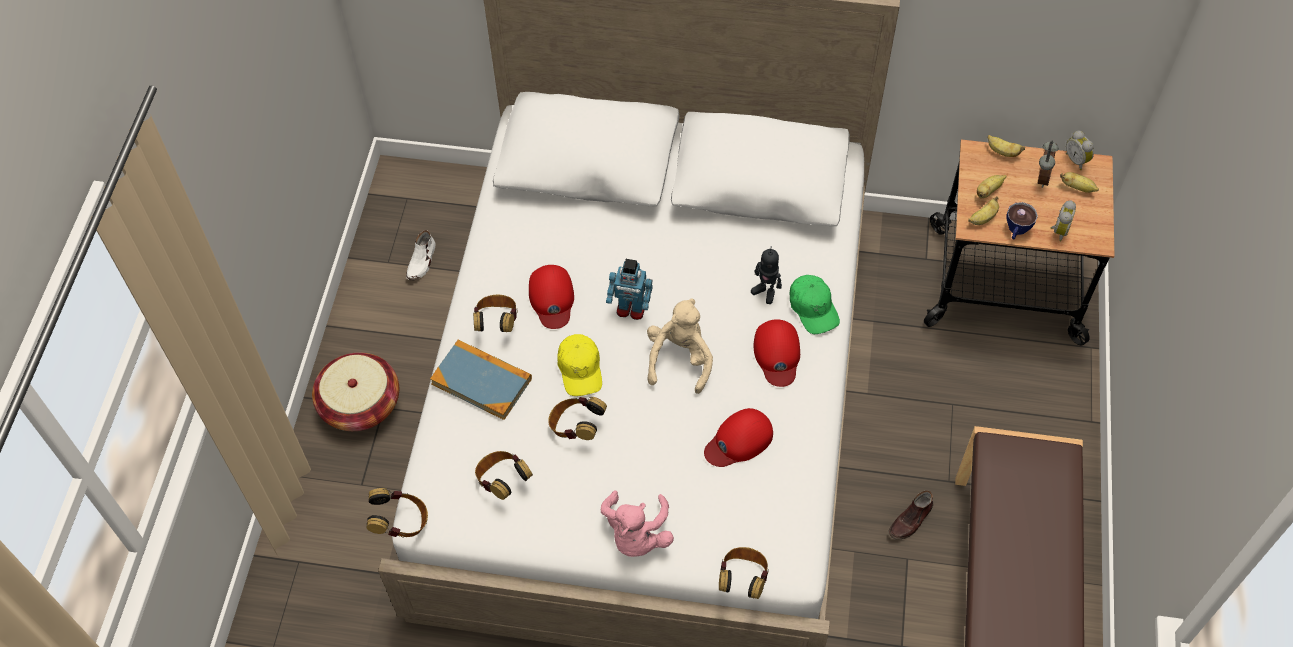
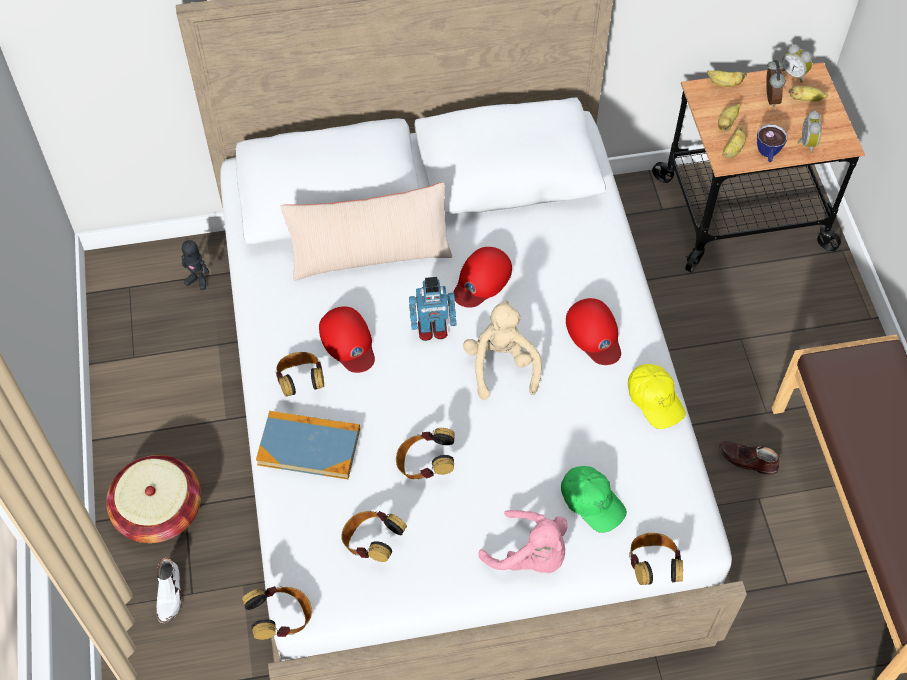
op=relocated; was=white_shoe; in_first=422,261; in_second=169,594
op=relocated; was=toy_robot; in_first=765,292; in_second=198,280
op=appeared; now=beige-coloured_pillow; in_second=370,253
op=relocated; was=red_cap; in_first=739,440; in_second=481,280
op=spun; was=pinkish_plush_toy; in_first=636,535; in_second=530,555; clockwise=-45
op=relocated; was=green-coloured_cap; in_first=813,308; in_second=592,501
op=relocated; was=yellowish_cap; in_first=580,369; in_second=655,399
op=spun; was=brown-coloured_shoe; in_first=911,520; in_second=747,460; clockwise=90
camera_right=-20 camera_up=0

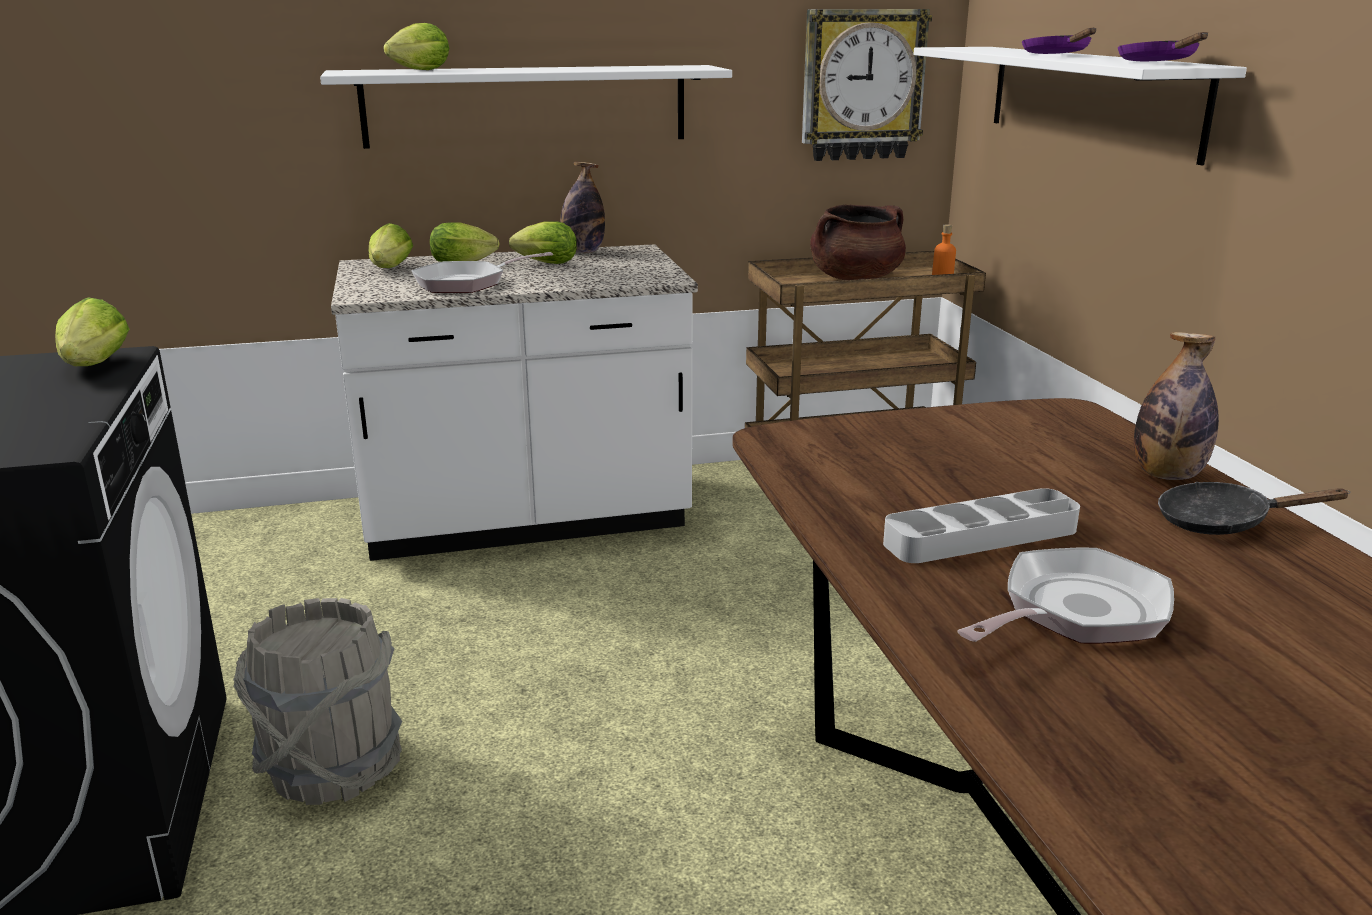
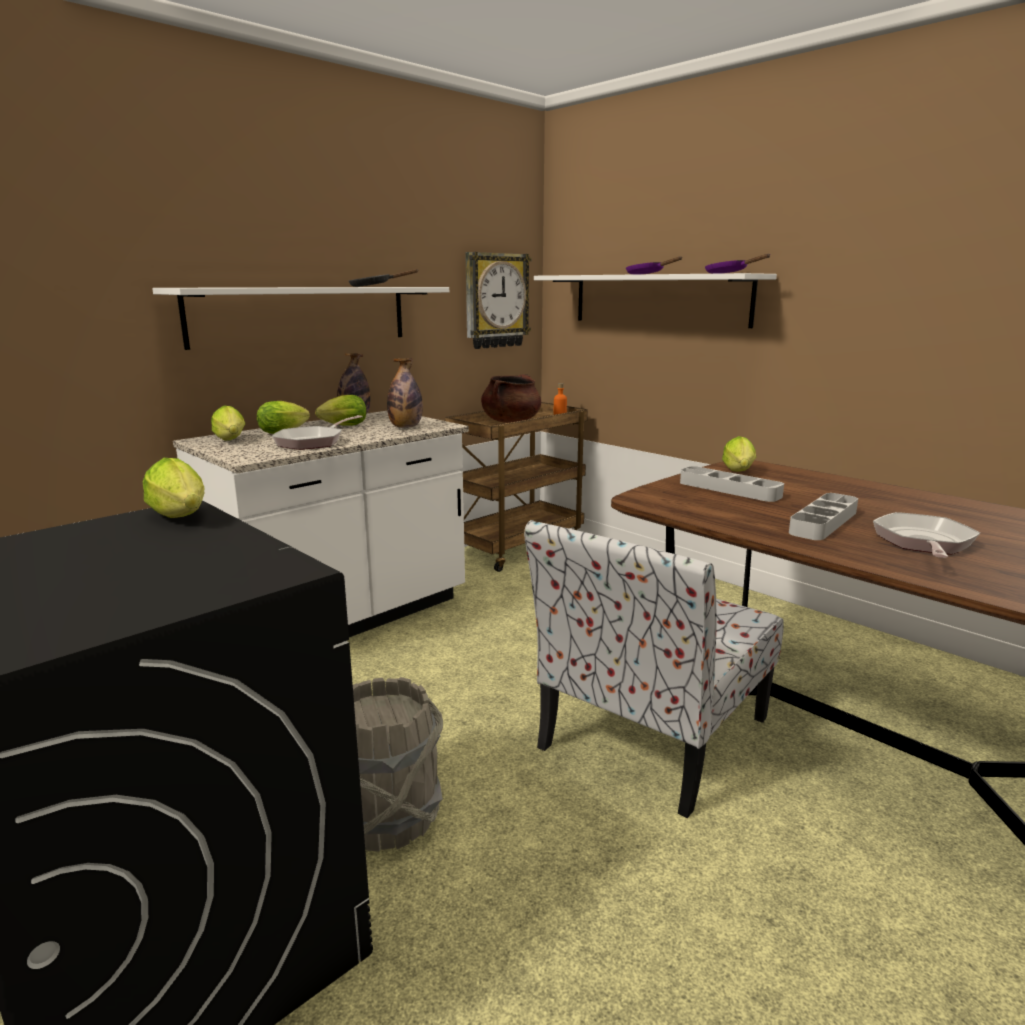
op=relocated; was=black-coloured_pan; in_first=1222,522; in_second=374,286
op=relocated; was=drink_bottle; in_first=1167,475; in_second=405,427
op=appeared; now=upright_chair; in_second=651,735
op=appeared; now=grey_serving_tray; in_second=729,489
op=relocated; was=lettuce_head; in_first=417,70; in_second=739,472
camera_right=-30 camera_up=-5

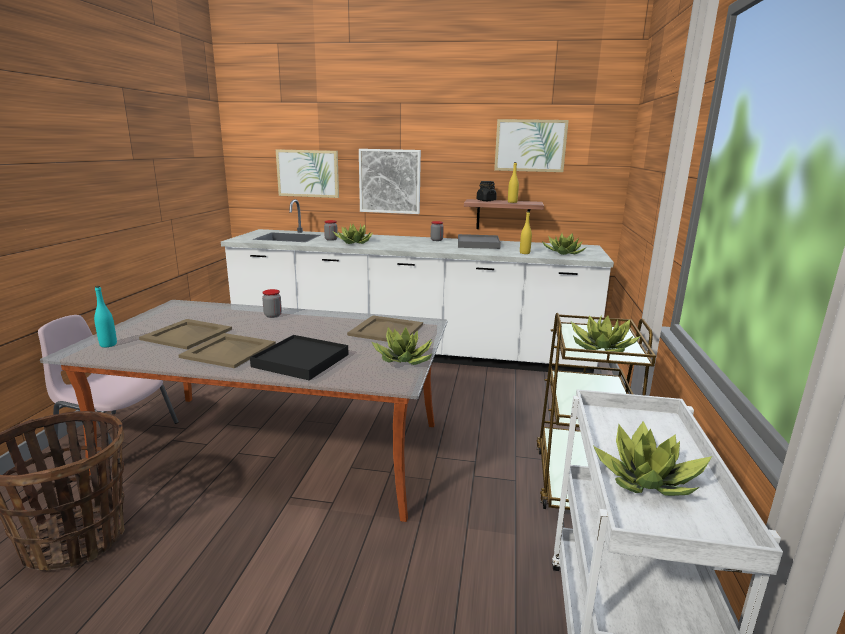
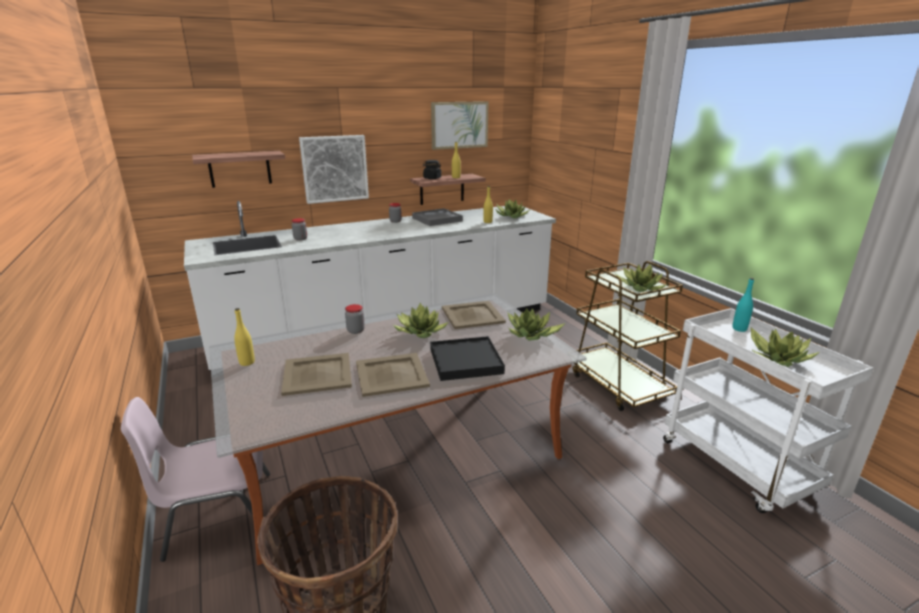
op=exchanged; was=picture; now=shelf; in_first=308,173; in_second=240,169
op=appeared; now=yellowish_drink_bottle; in_second=247,362
op=relocated; was=potted_plant; in_first=353,242; in_second=420,332
op=relocated; was=turquoise_drink_bottle; in_first=108,345; in_second=739,329
camera_right=-35 camera_up=5

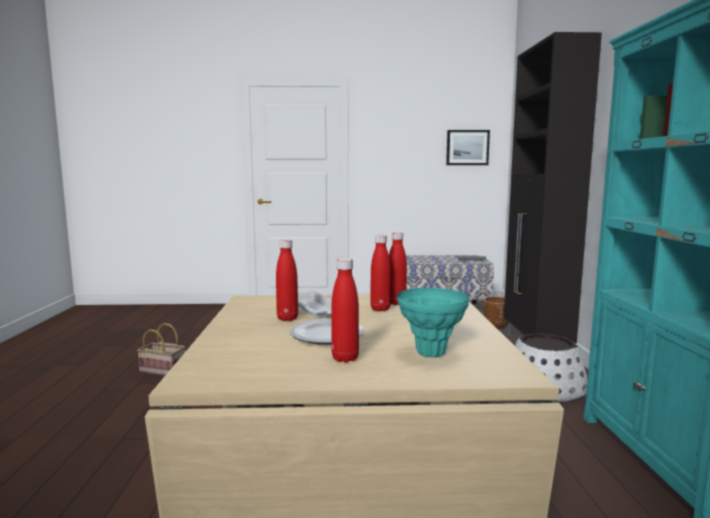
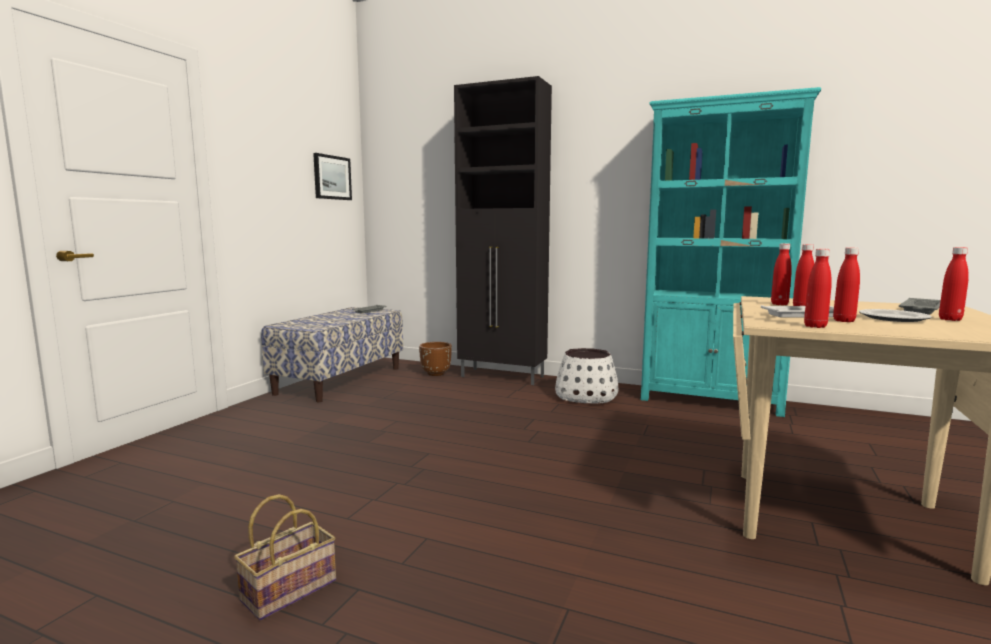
op=appeared; now=red_drink_bottle; in_second=815,326
op=exchanged; was=turquoise_flower_vase; now=grey_serving_tray; in_first=431,353; in_second=921,310
camera_right=-65 camera_up=0

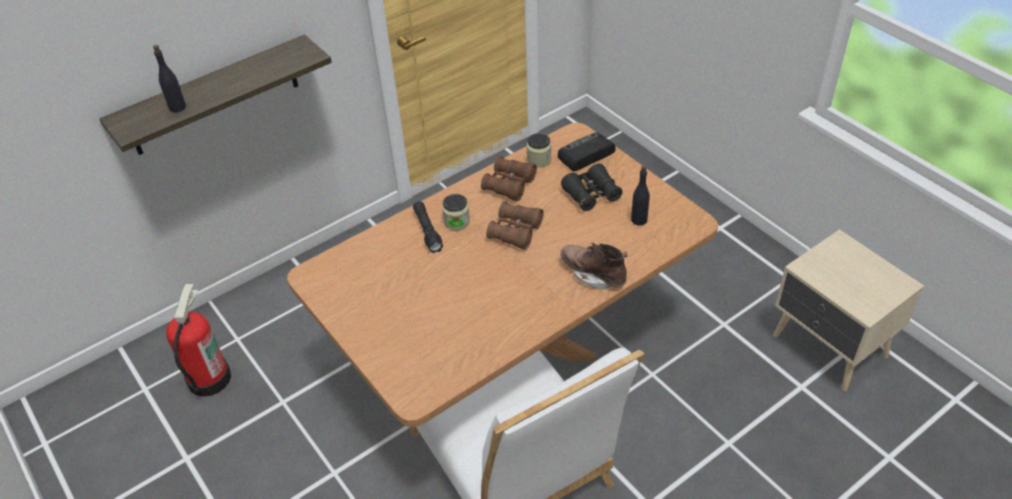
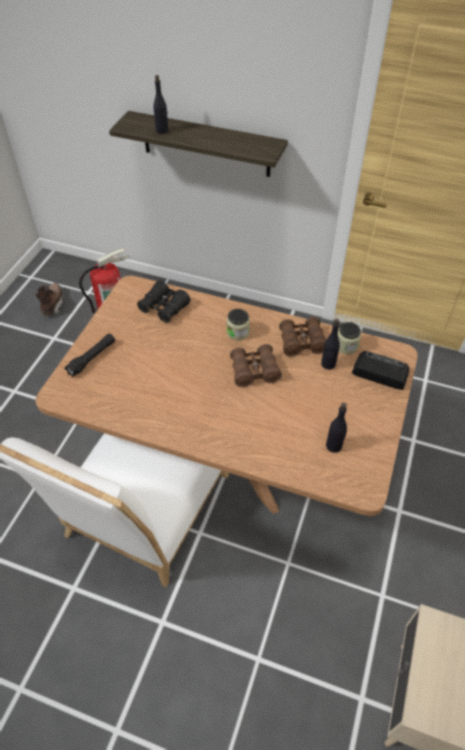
op=relocated; was=brown-coloured_tall_boot; in_first=593,274; in_second=52,304
op=relocated; was=black-coloured_torch; in_first=427,231; in_second=92,358
op=relocated; was=black-coloured_binoculars; in_first=591,194; in_second=164,307
op=appeared; now=black-coloured_drink_bottle; in_second=328,364
camera_right=55 camera_up=5

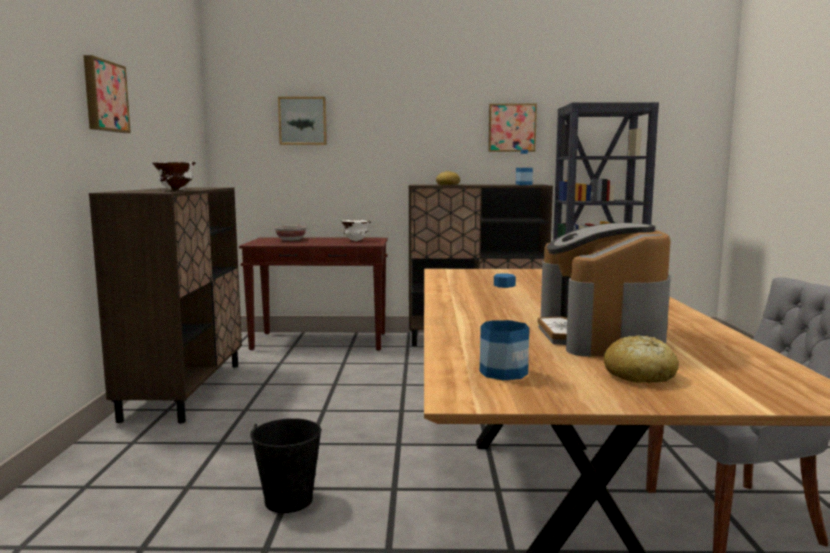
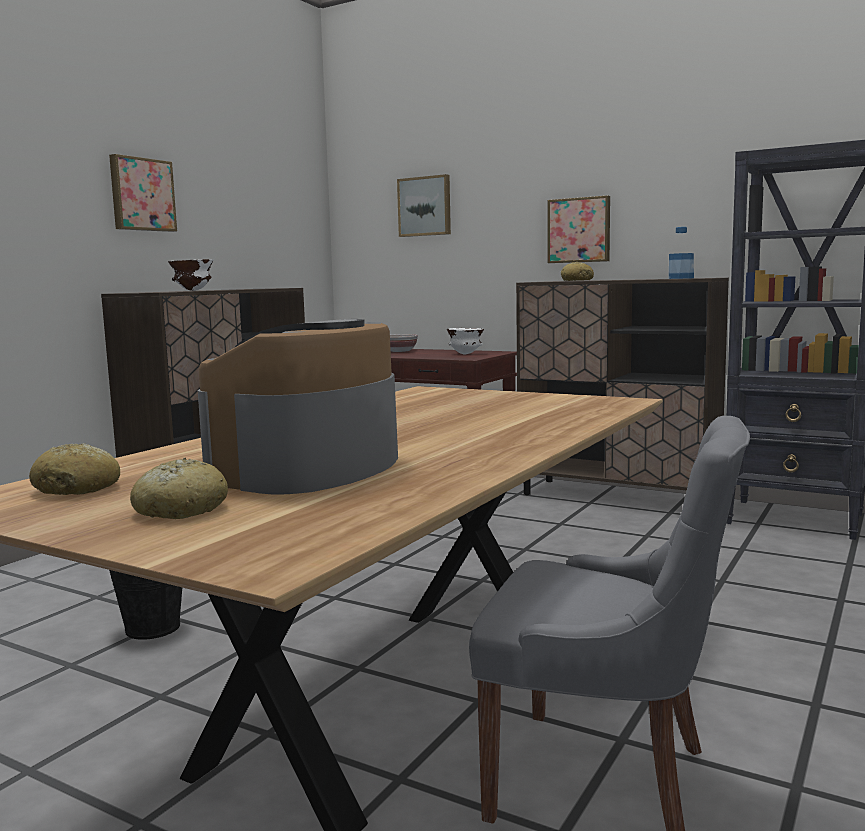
op=exchanged; was=drink_bottle; now=bakery_bread; in_first=503,372; in_second=78,488
op=relocated; was=picture; in_first=511,128; in_second=579,230
camera_right=30 camera_up=0

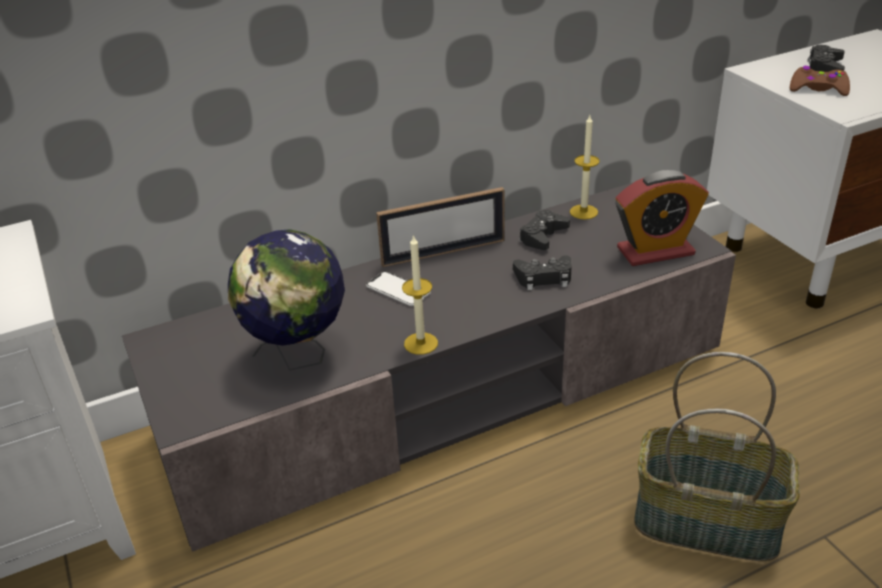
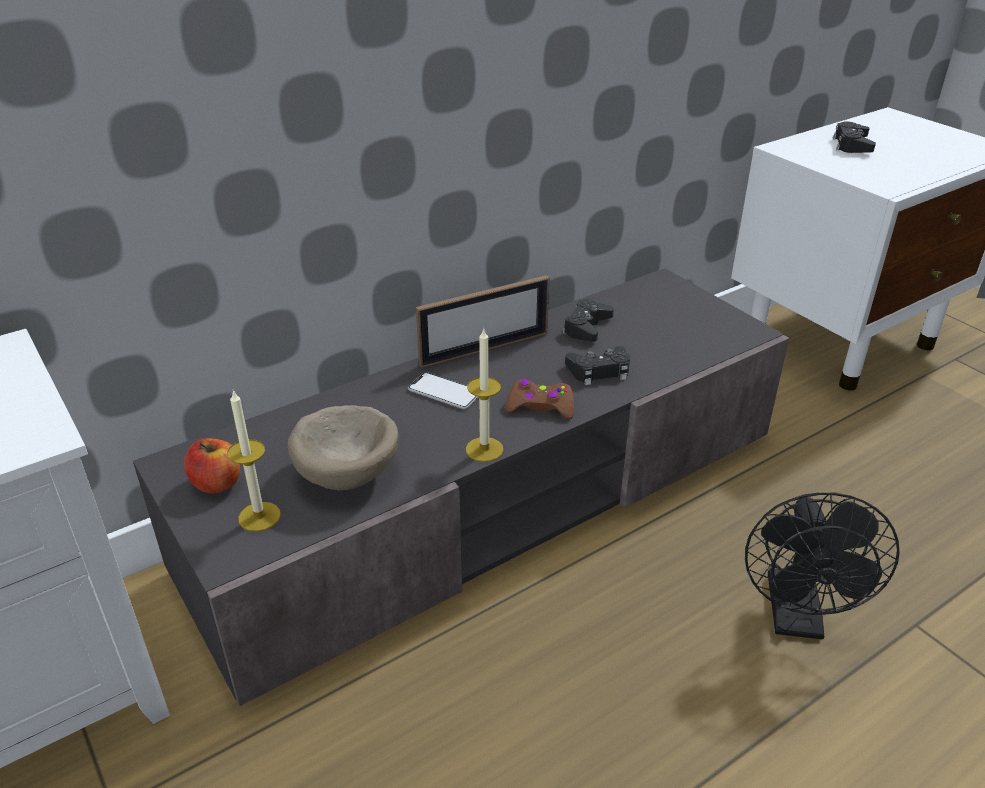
op=appeared; now=apple_fruit; in_second=217,483
op=relocated; was=candle; in_first=583,212; in_second=259,516
op=exchanged; was=world_globe; now=beige-coloured_serving_bowl; in_first=298,356; in_second=349,472
op=relocated; was=brown-coloured_gamepad; in_first=818,89; in_second=540,407
op=exchanged; was=storage_basket; now=black-coloured_cooling_fan; in_first=708,521; in_second=797,618
op=missing; was=bedside_clock; in_first=655,251
camera_right=-10 camera_up=0

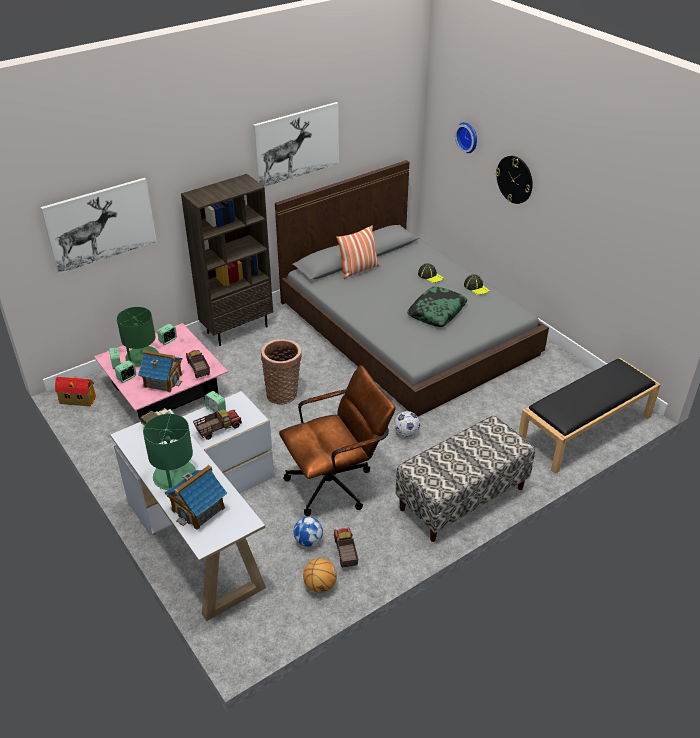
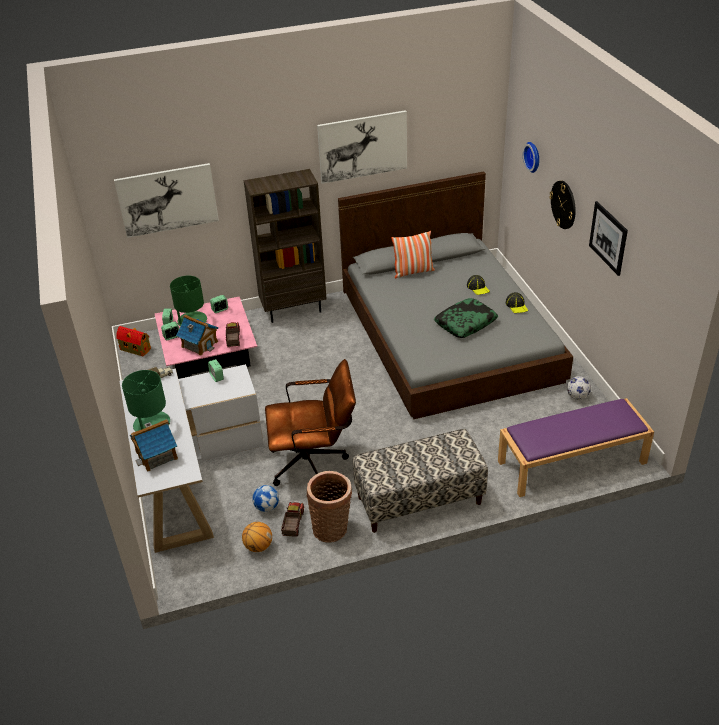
op=relocated; was=storage_basket; in_first=283,393; in_second=332,528
op=colour; was=black-coloured_long_seat; now=purplish_long_seat; in_first=584,430; in_second=571,462
op=relocated; was=football; in_first=406,433; in_second=577,397
op=appeared; now=picture; in_second=608,238
op=missing; was=model_truck; in_first=218,429
camera_right=20 camera_up=0

